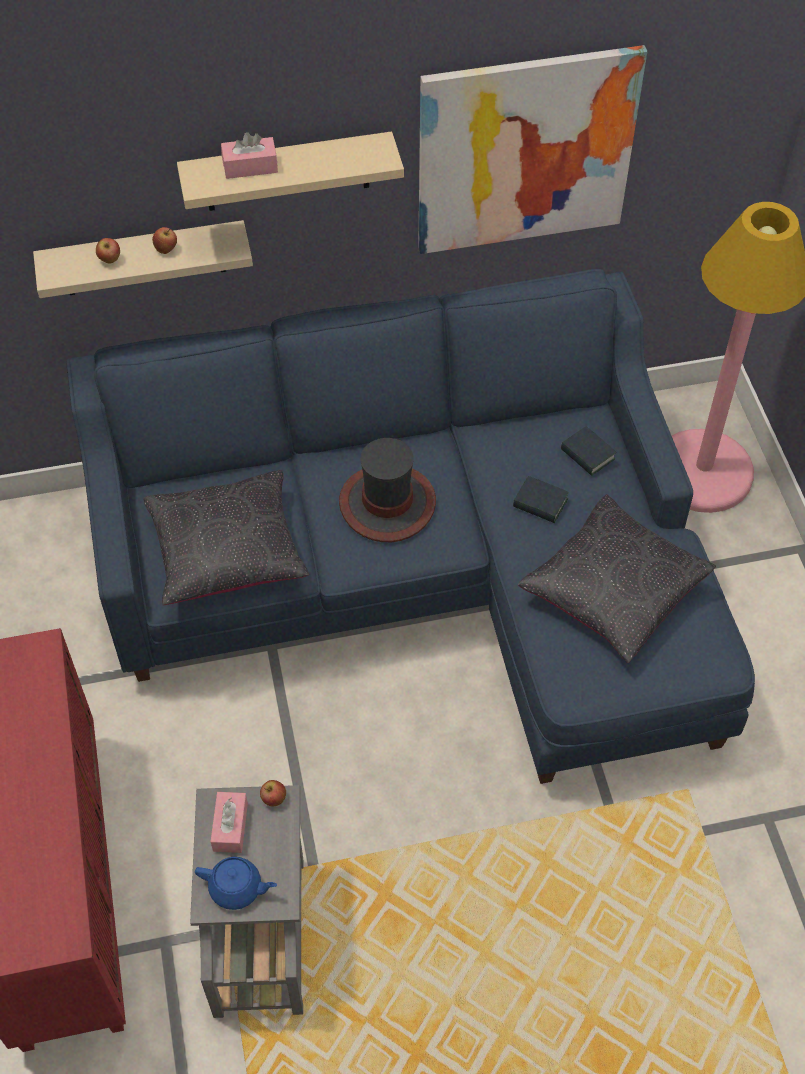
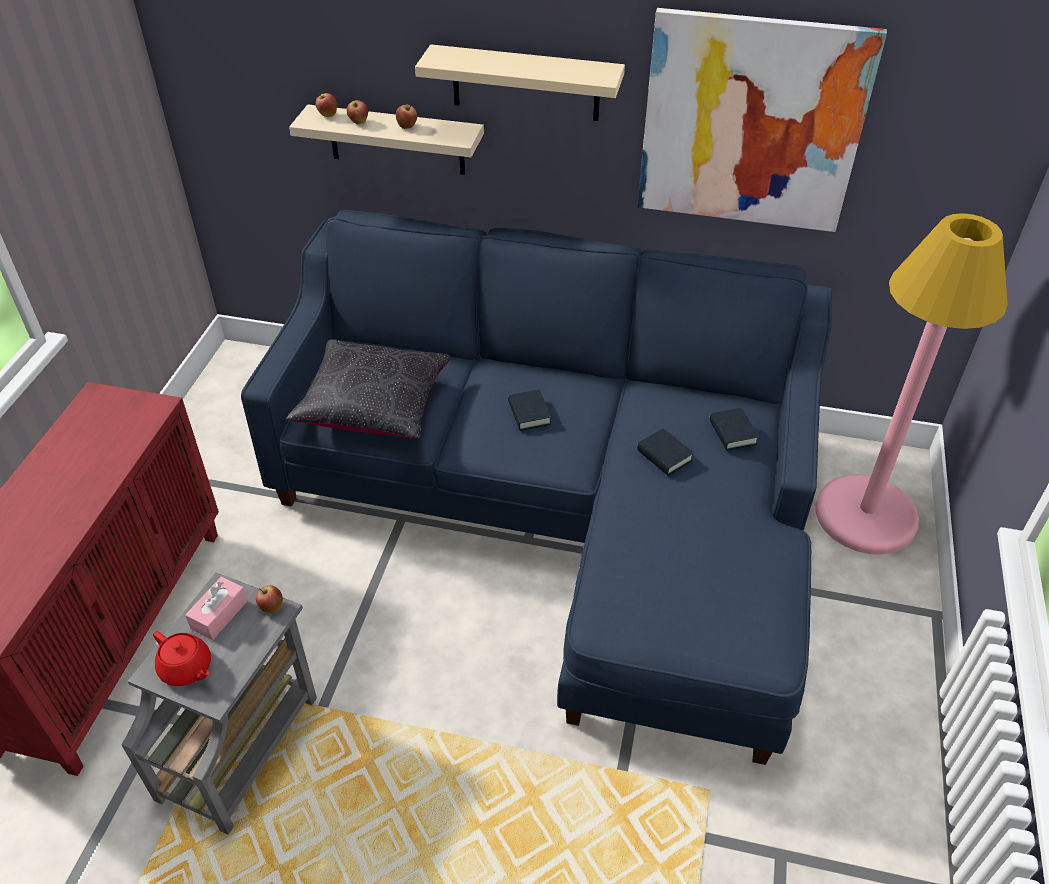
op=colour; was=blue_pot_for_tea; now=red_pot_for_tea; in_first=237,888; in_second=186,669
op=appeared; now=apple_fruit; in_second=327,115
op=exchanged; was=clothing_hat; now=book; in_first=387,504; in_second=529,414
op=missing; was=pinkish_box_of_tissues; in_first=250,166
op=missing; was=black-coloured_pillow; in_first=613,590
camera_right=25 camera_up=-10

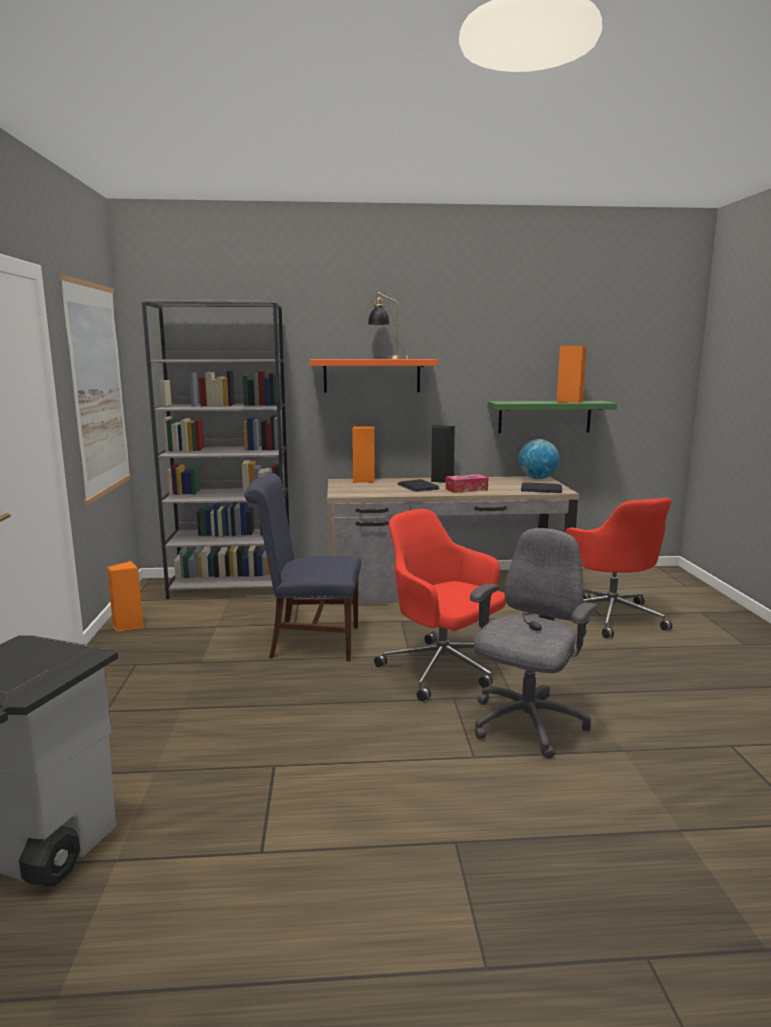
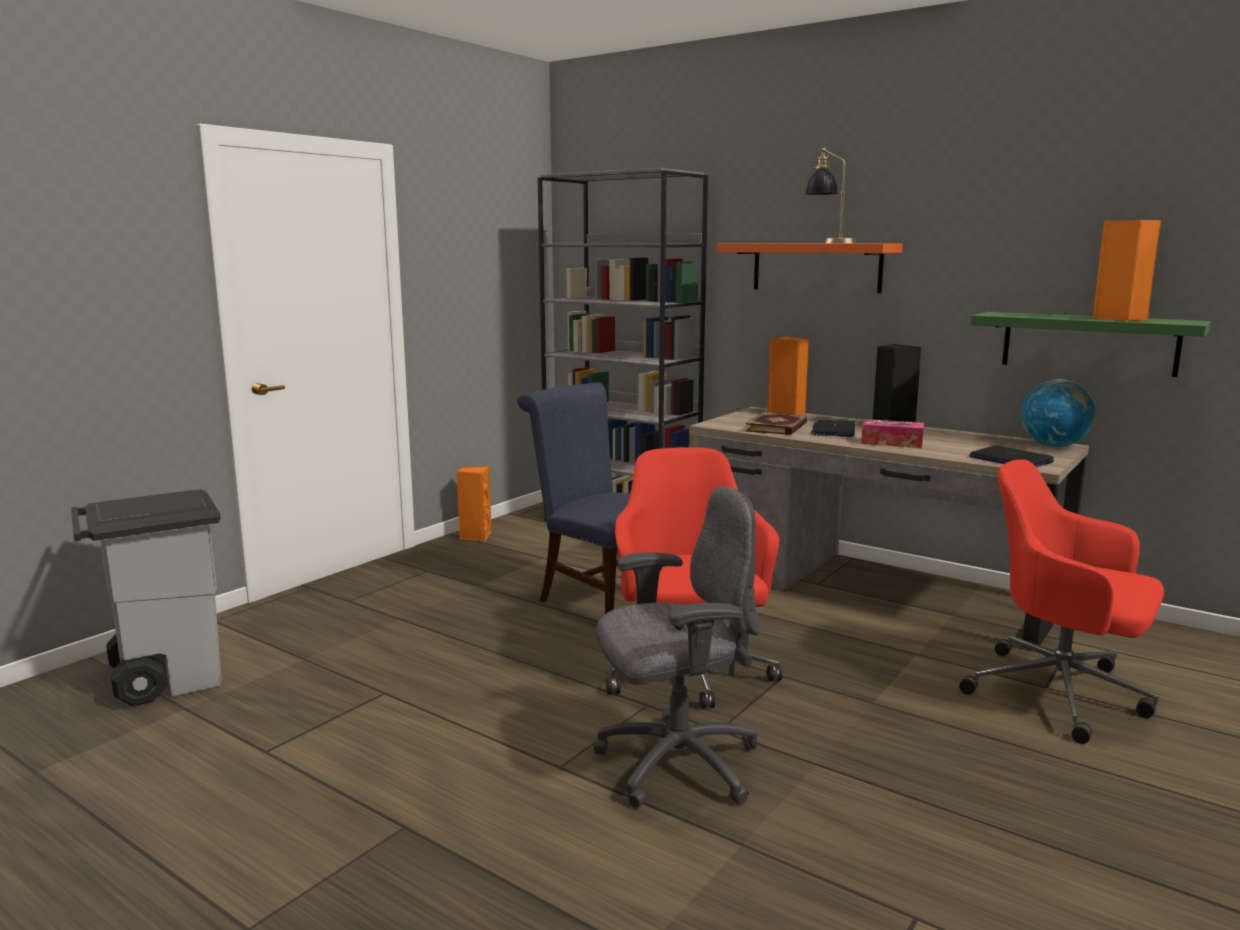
op=appeared; now=book; in_second=777,427
op=spun; was=red_office_chair; in_first=611,616; in_second=1061,694; clockwise=105
op=missing; was=picture; in_first=98,390
camera_right=40 camera_up=0

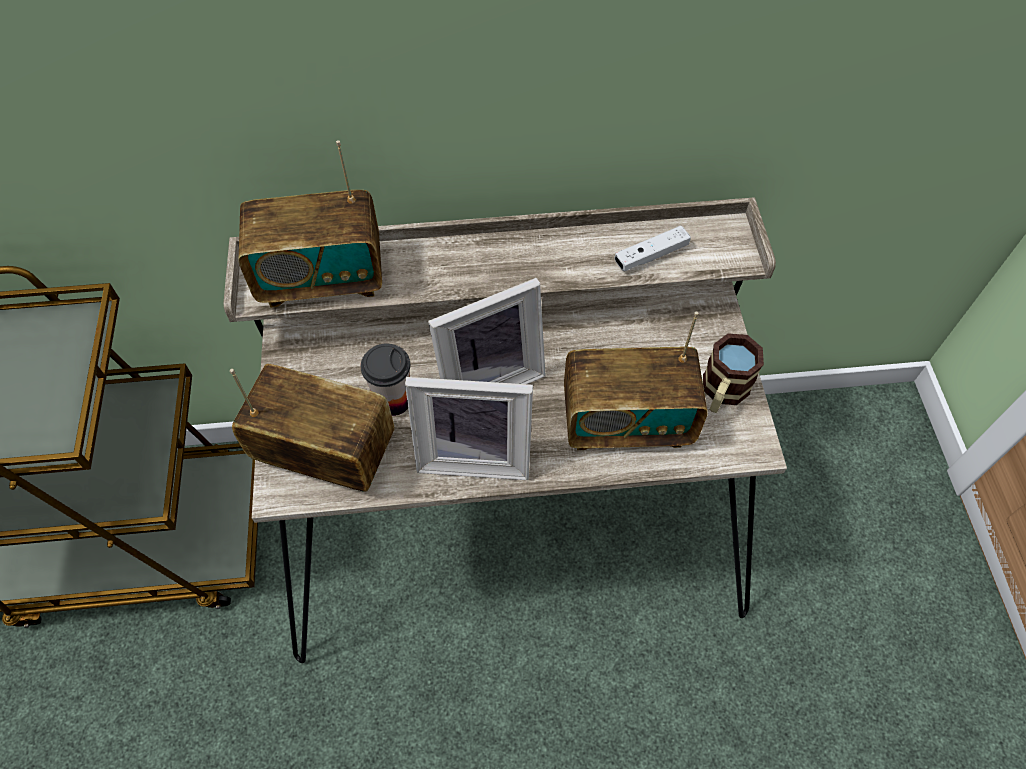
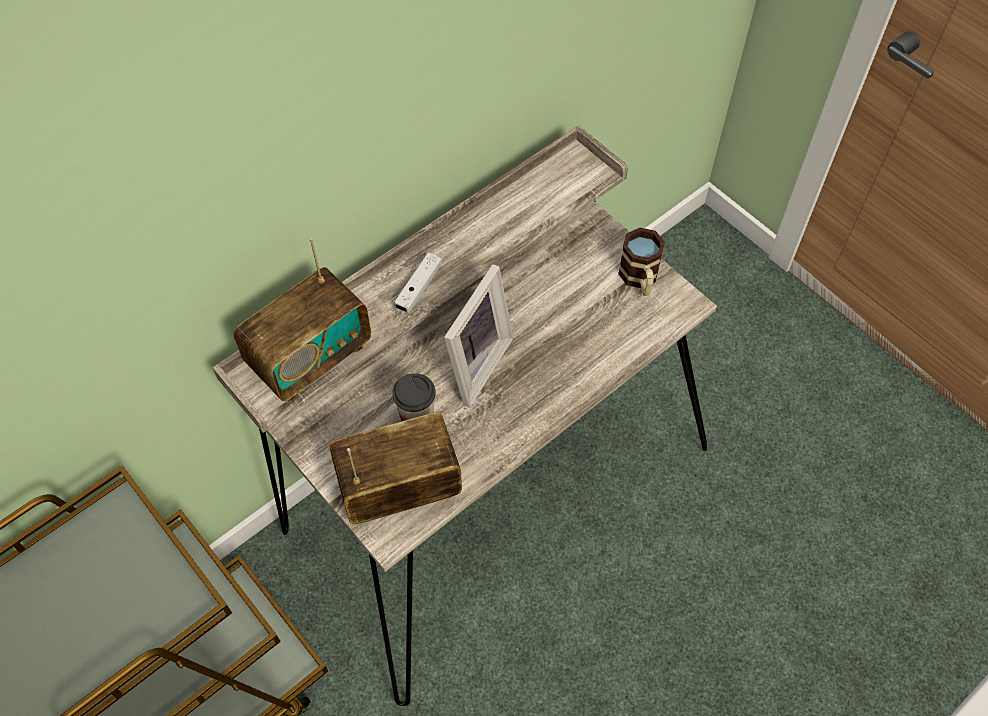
op=relocated; was=white_gamepad; in_first=651,255; in_second=419,288
op=missing; was=photo_frame; in_first=474,454
op=missing; was=radio_set; in_first=626,423
camera_right=-35 camera_up=0

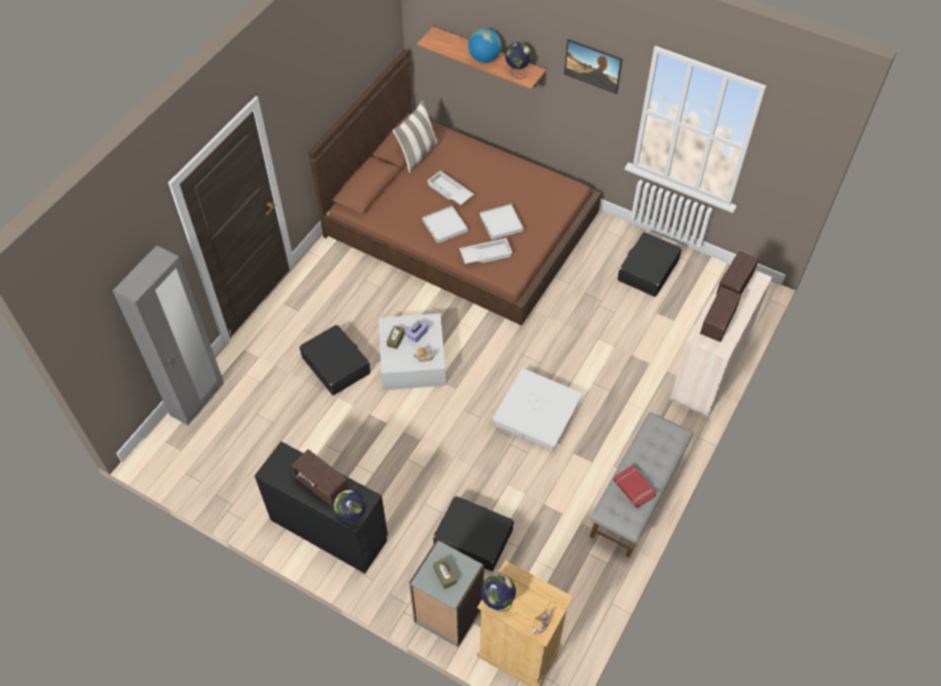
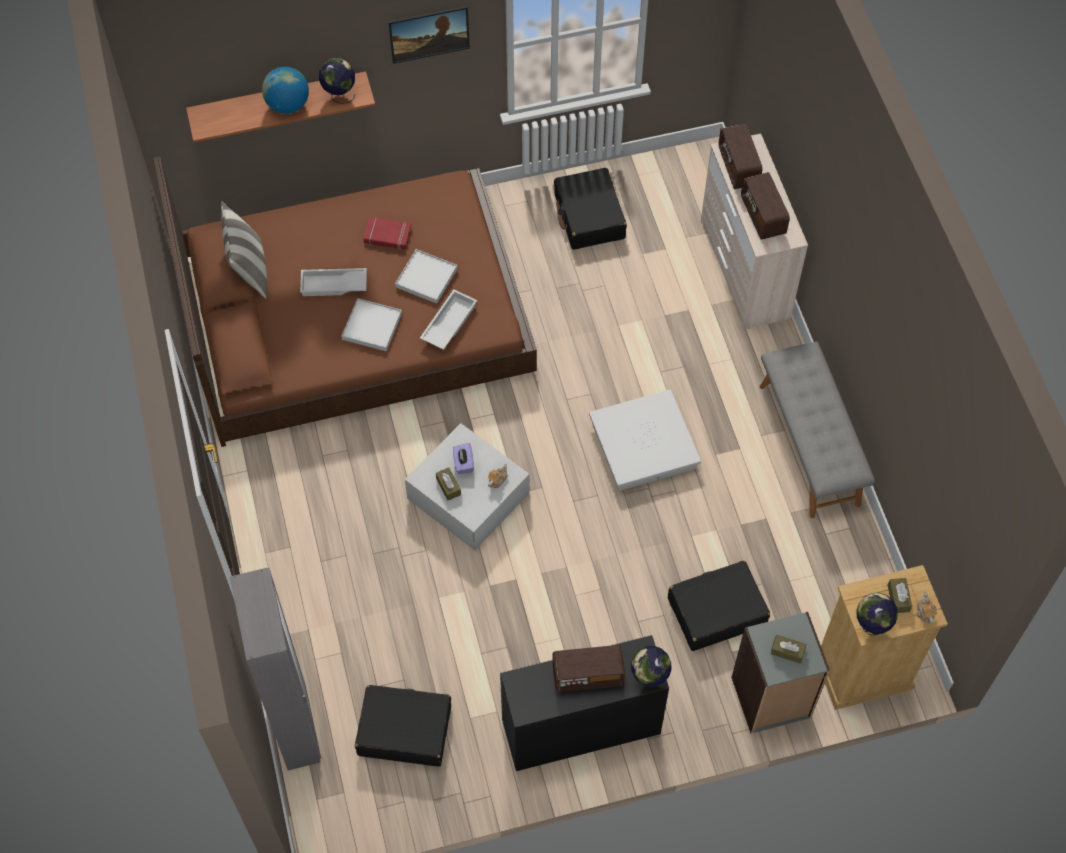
op=relocated; was=black-coloured_suitcase; in_first=336,365; in_second=404,730
op=relocated; was=red_book; in_first=633,488; in_second=387,236
op=appeared; now=brown-coloured_box_of_tissues; in_second=898,598
camera_right=-45 camera_up=5

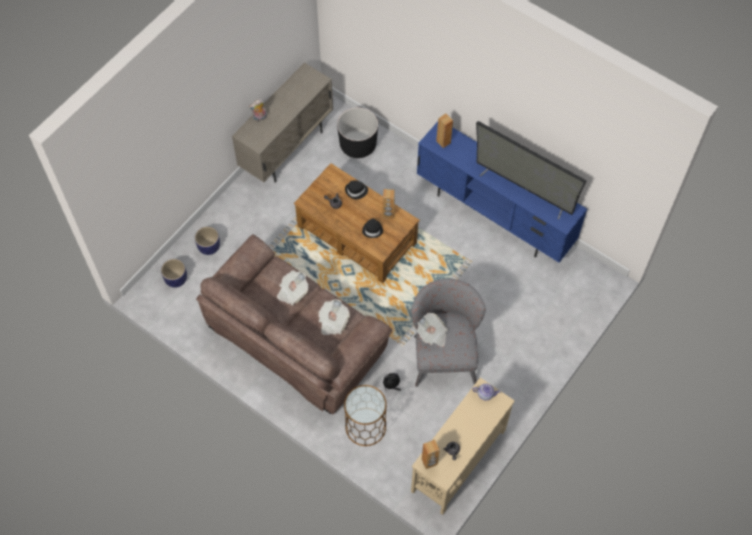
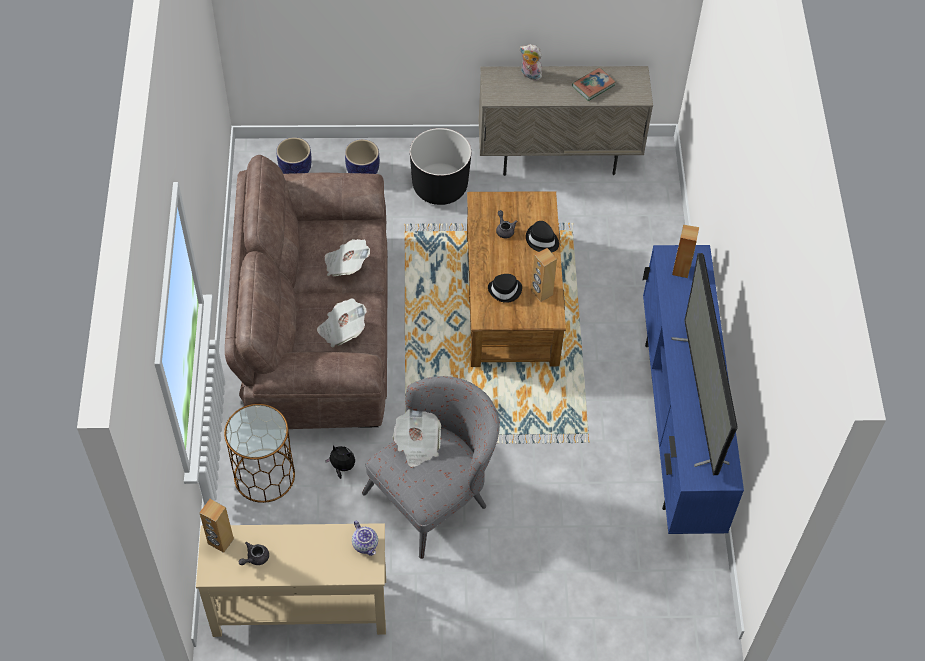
op=relocated; was=black-coloured_plant_pot; in_first=358,145; in_second=440,186
op=appeared; now=book; in_second=593,86
camera_right=50 camera_up=-5

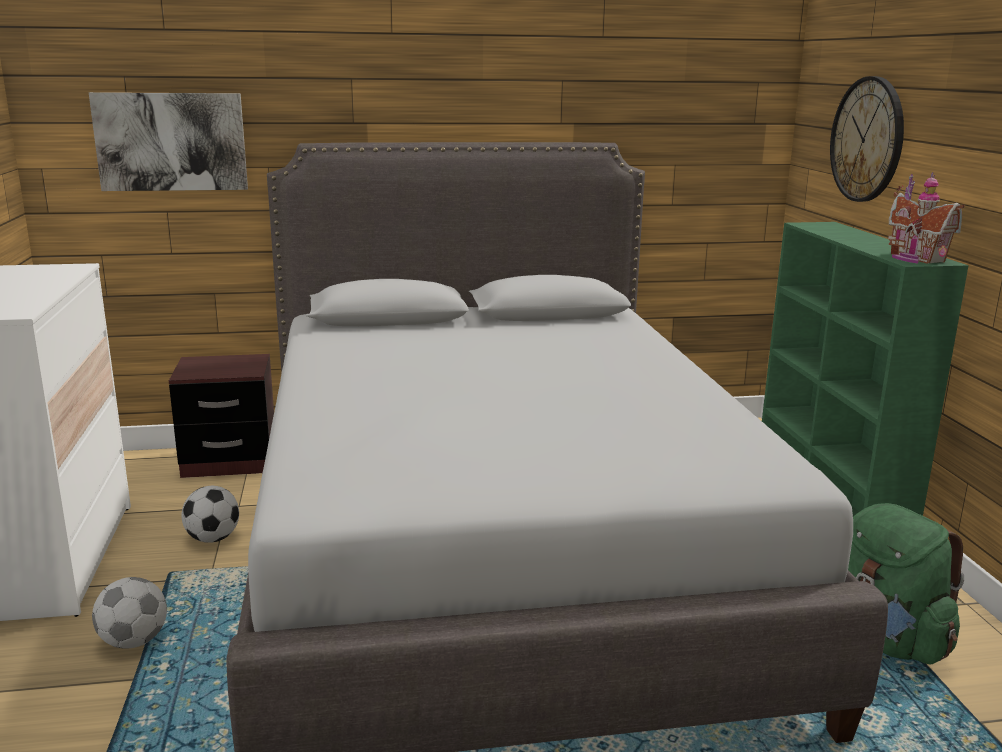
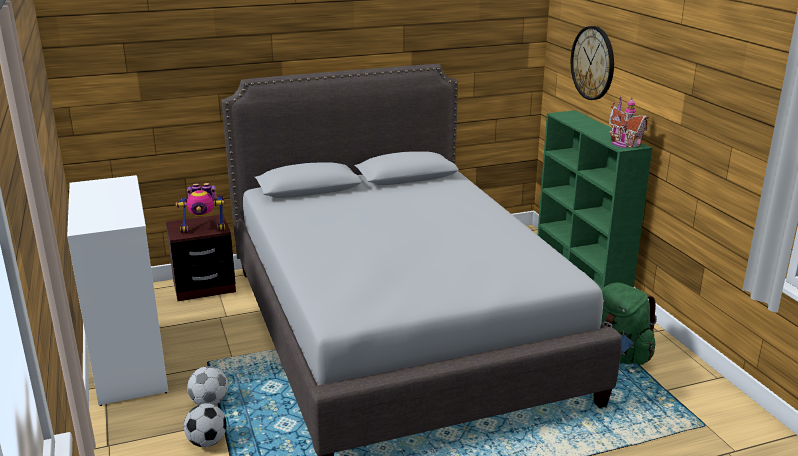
op=appeared; now=toy_robot; in_second=204,229
op=relocated; was=football; in_first=213,538; in_second=207,442
op=missing; was=picture; in_first=171,141
camera_right=-10 camera_up=5

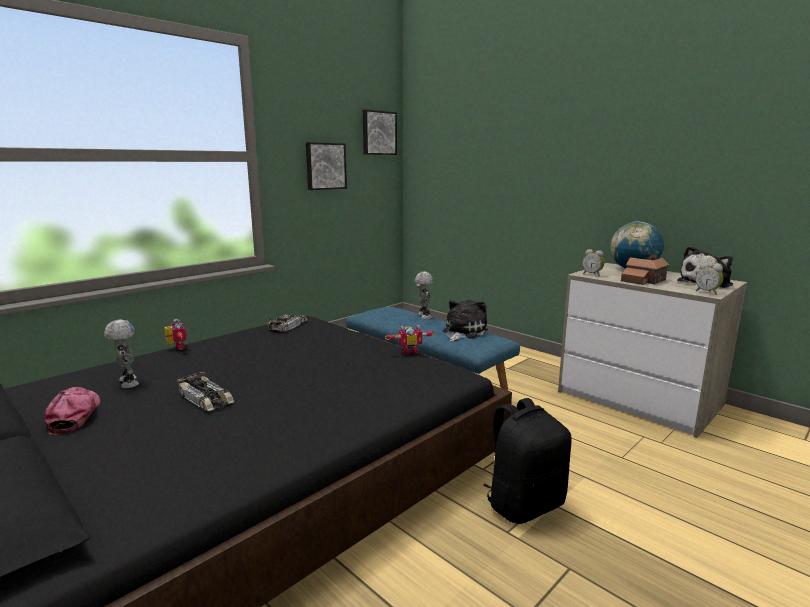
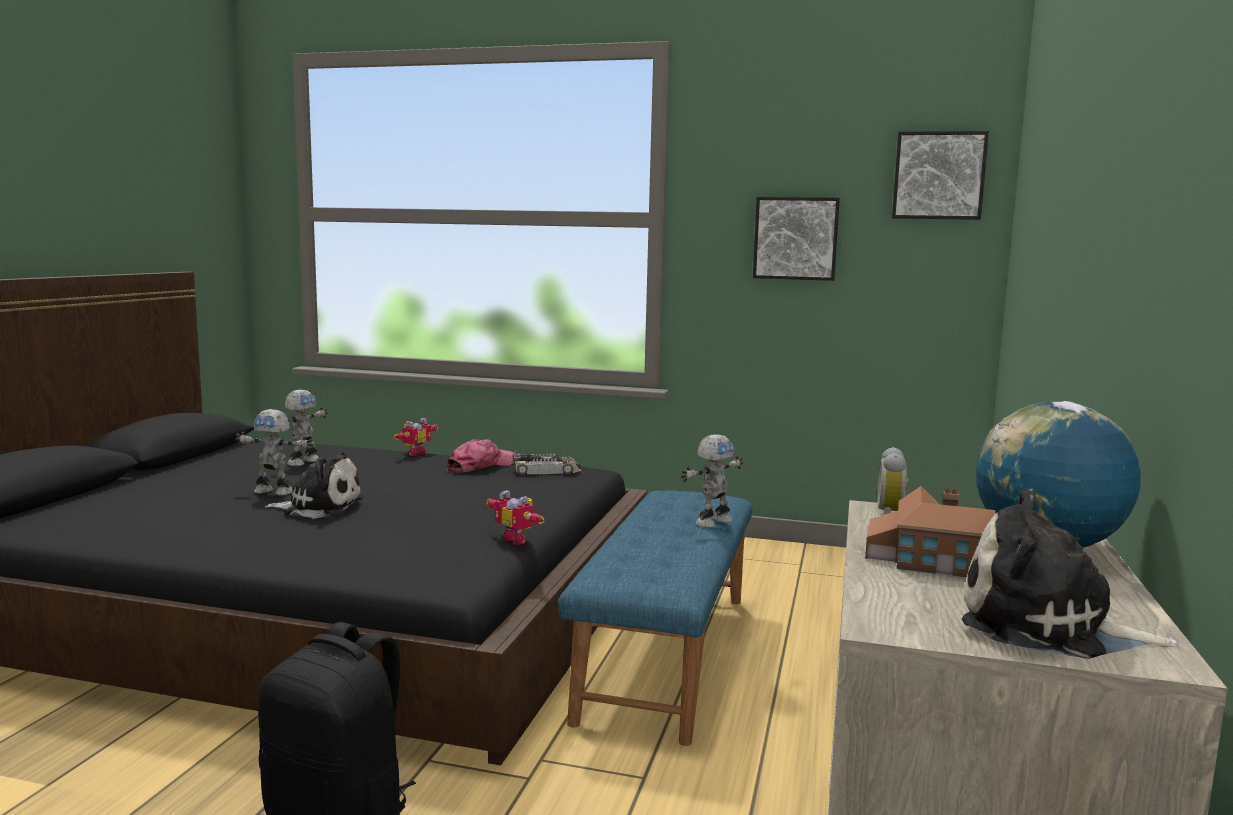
op=exchanged; was=toy_car; now=toy_robot; in_first=206,399; in_second=275,491
op=relocated; was=plush_toy; in_first=462,332; in_second=319,507
op=relocated; was=cap; in_first=74,416; in_second=480,466
op=missing; was=bedside_clock; in_first=707,292
camera_right=60 camera_up=-5

